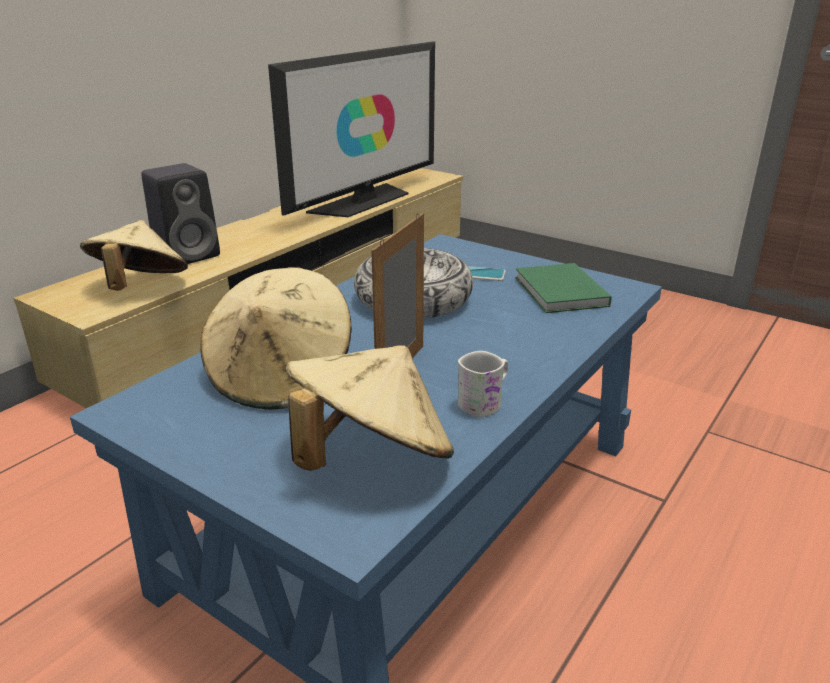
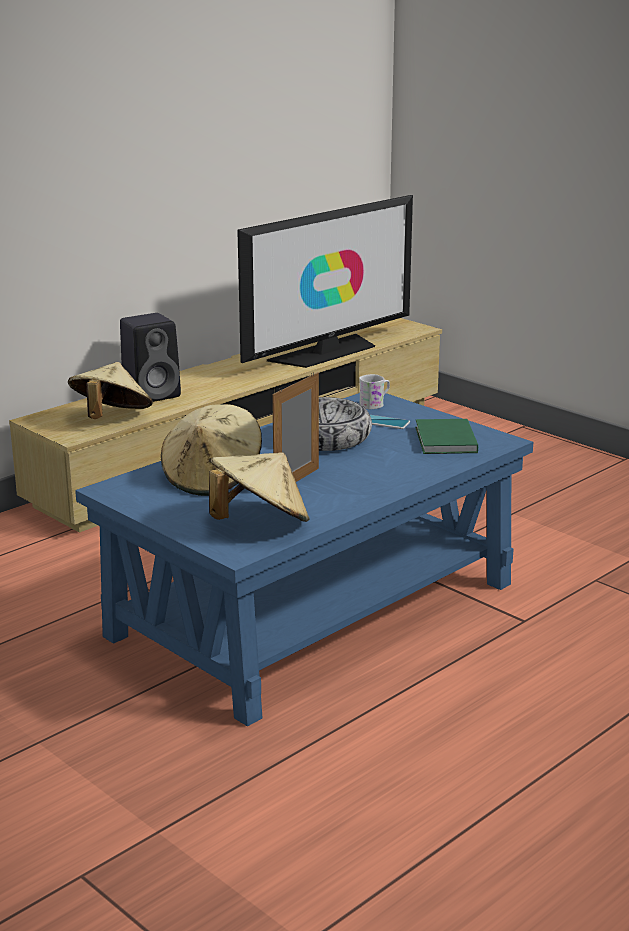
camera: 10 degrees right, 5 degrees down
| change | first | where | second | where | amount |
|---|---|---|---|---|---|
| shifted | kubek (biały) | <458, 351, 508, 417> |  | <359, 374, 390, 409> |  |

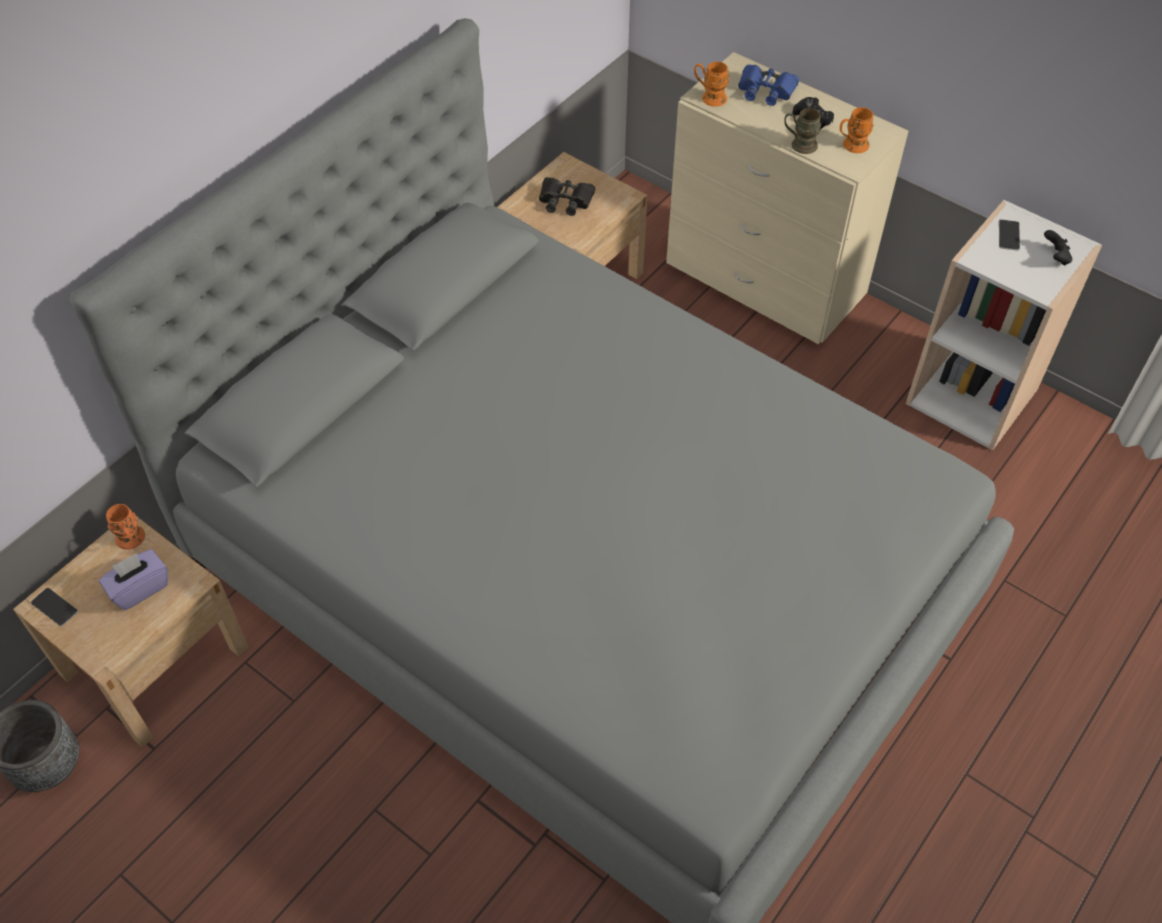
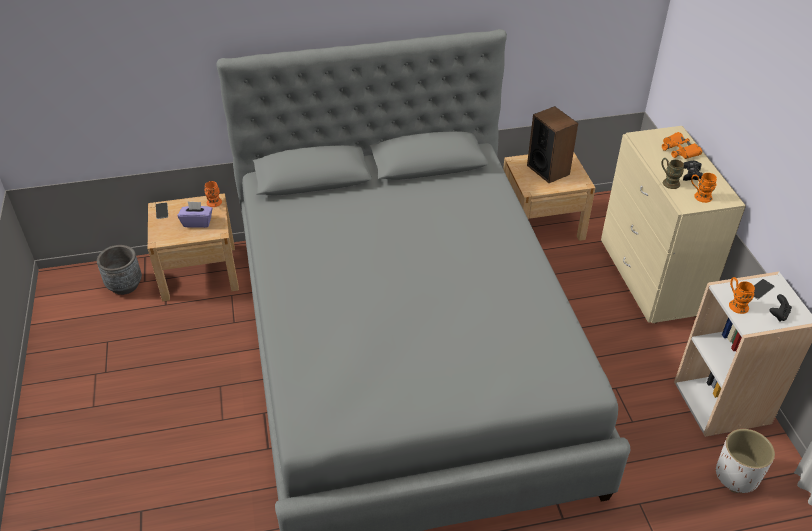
camera: 40 degrees right, 10 degrees down
| change | first | where | second | where | amount |
|---|---|---|---|---|---|
| shifted | kubek (pomarańczowy) | <694, 62, 729, 107> |  | <729, 277, 755, 314> |  |
| repainted | lornetka (niebieski) | <738, 65, 799, 106> | lornetka (pomarańczowy) | <662, 132, 702, 159> |  |
| swapped | lornetka (czarny) | <539, 177, 595, 216> | głośnik | <527, 106, 578, 183> |  |
| new |  |  | donica (biały) | <716, 429, 775, 493> |  |

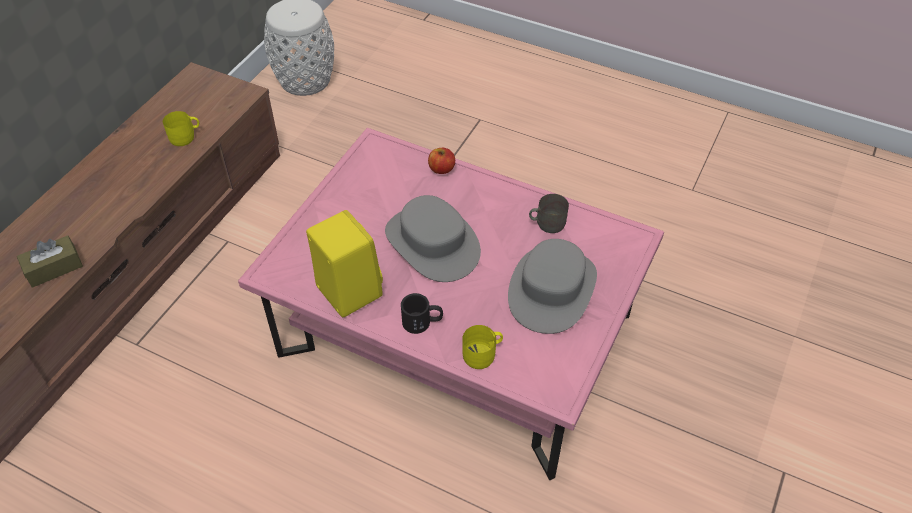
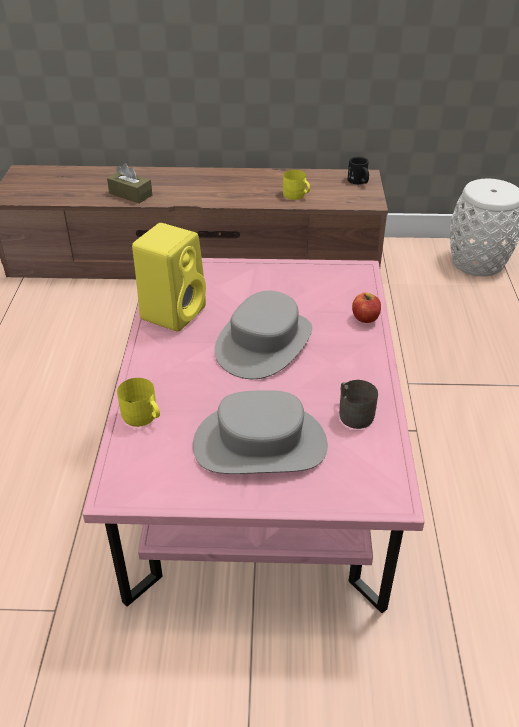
camera: 65 degrees right, 10 degrees down
| change | first | where | second | where | amount |
|---|---|---|---|---|---|
| shifted | kubek (czarny) | <401, 293, 443, 334> |  | <348, 157, 369, 184> |  |

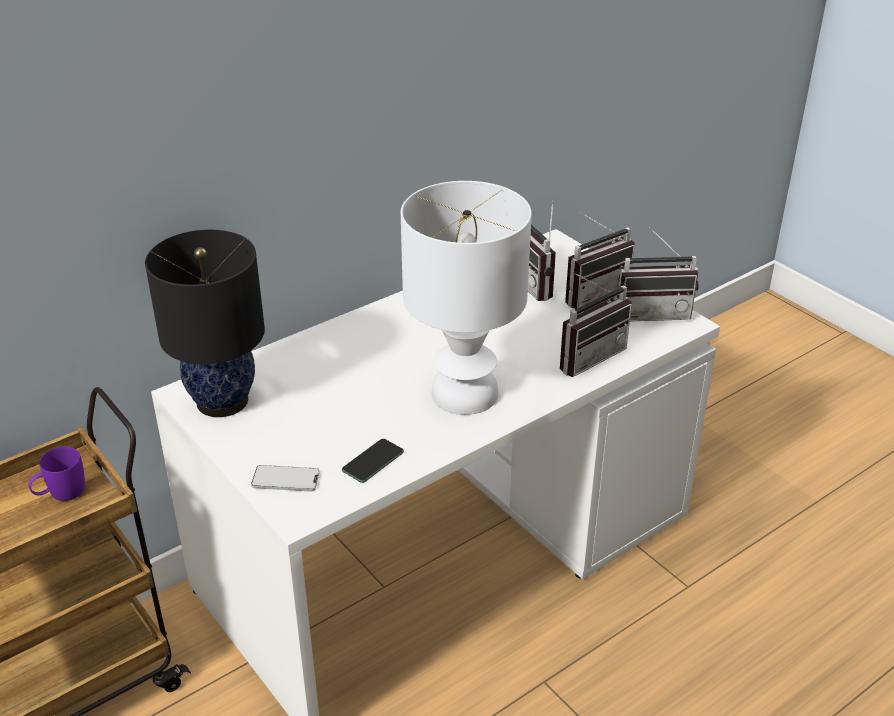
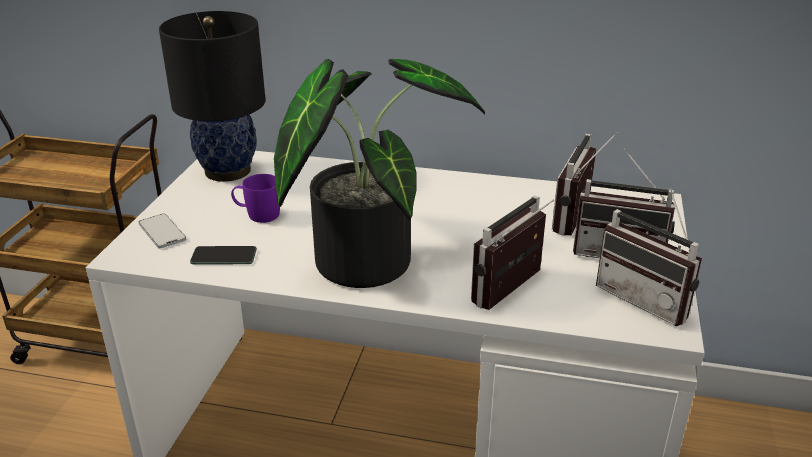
camera: 50 degrees right, 5 degrees down
| change | first | where | second | where | amount |
|---|---|---|---|---|---|
| swapped | lampa stołowa (biały) | <401, 181, 532, 415> | roślina doniczkowa | <274, 59, 485, 288> |  |
| rotated | radio | <560, 272, 632, 377> |  | <471, 195, 554, 310> | 120 degrees clockwise |
| shifted | kubek (fioletowy) | <29, 447, 85, 501> |  | <231, 174, 280, 223> |  |

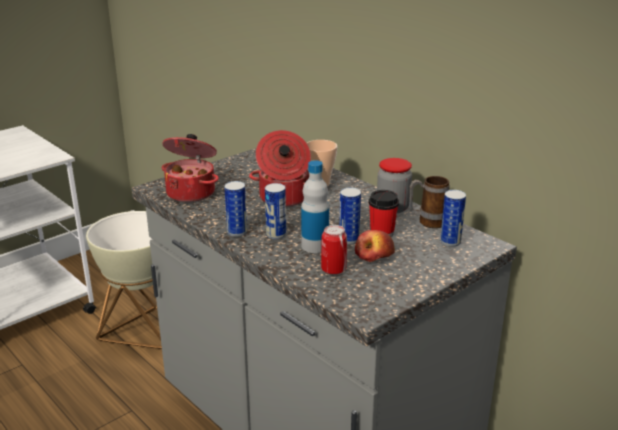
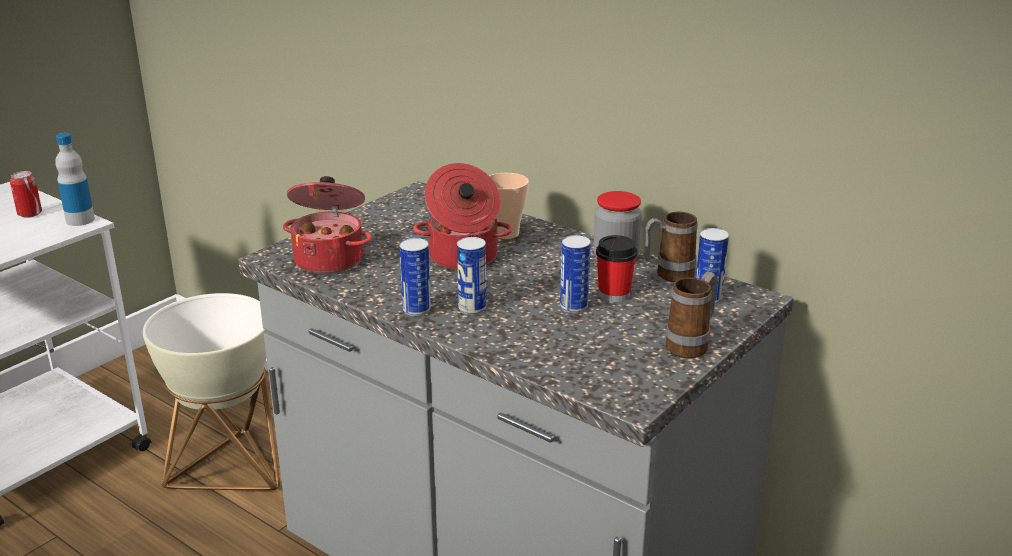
camera: 10 degrees left, 0 degrees up
| change | first | where | second | where | amount |
|---|---|---|---|---|---|
| shifted | butelka | <301, 160, 329, 253> |  | <55, 133, 95, 226> |  |
| shifted | puszka | <321, 225, 347, 275> |  | <10, 171, 42, 218> |  |
| gone | jabłko | <355, 230, 395, 262> |  |  |  |
| new |  |  | kubek | <666, 272, 717, 358> |  |

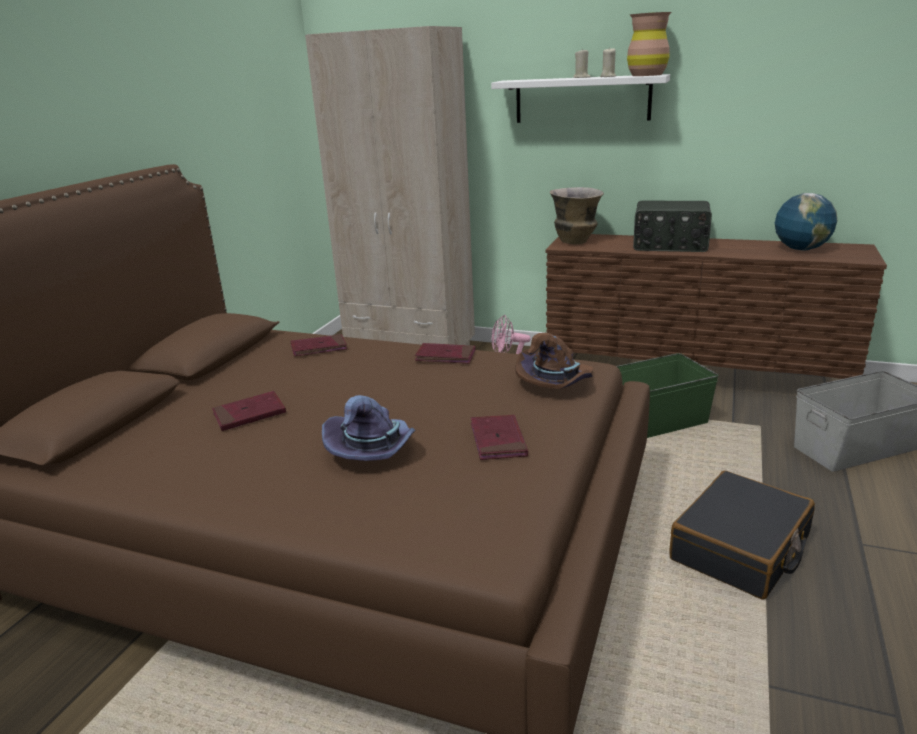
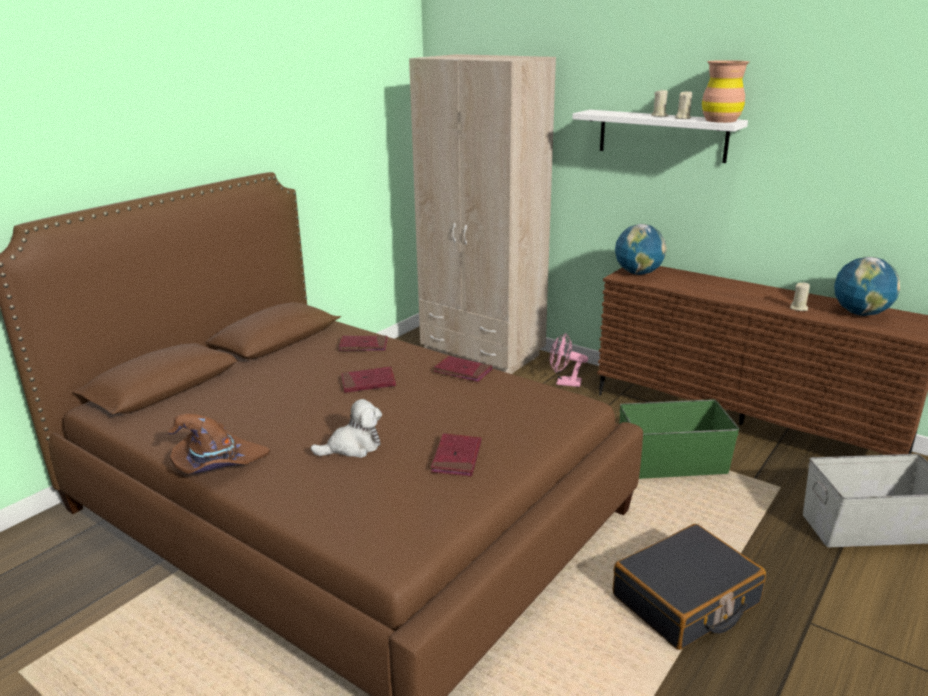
camera: 15 degrees right, 0 degrees up
| change | first | where | second | where | amount |
|---|---|---|---|---|---|
| swapped | wazon | <550, 187, 604, 244> | globus | <615, 224, 667, 275> |  |
| gone | radio | <633, 201, 712, 252> |  |  |  |
| shifted | kapelusz (brązowy) | <515, 333, 593, 389> |  | <168, 414, 270, 474> |  |
| shifted | książka (czerwony) | <212, 391, 286, 431> |  | <341, 367, 396, 393> |  |
| swapped | kapelusz (fioletowy) | <322, 395, 415, 461> | pluszak | <310, 399, 382, 458> |  |
| new |  |  | świeca (beżowy) | <790, 282, 810, 311> |  |

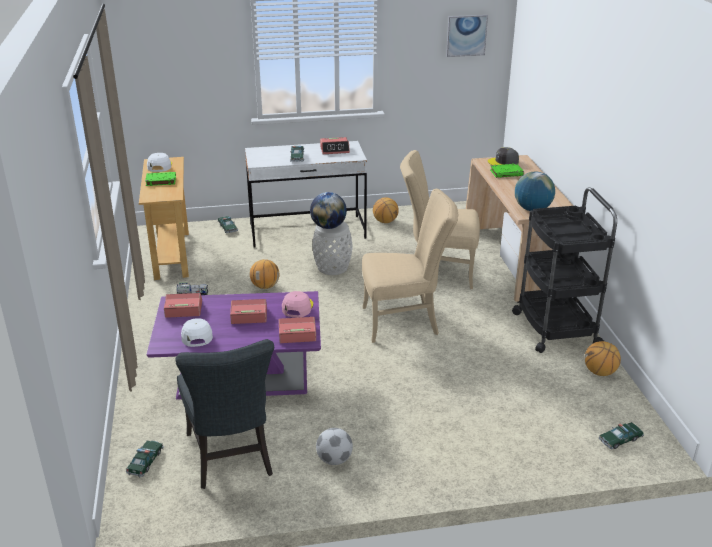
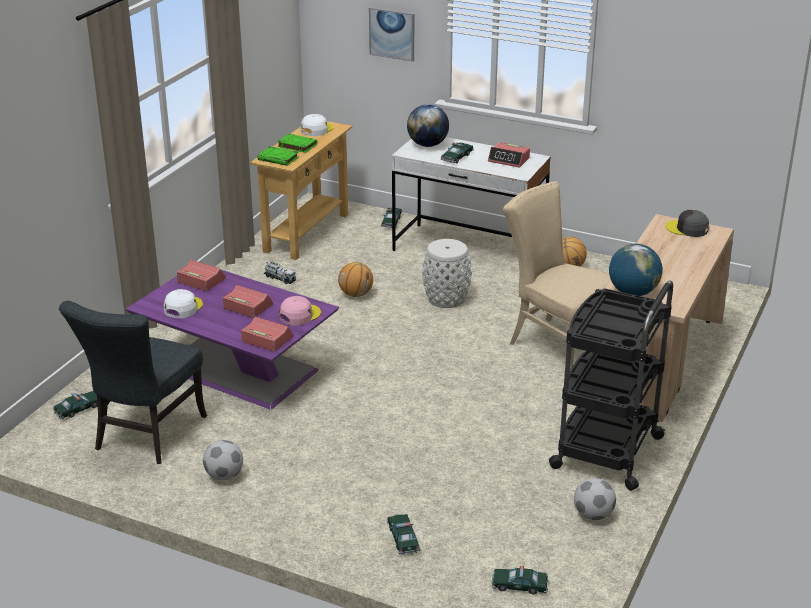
camera: 35 degrees right, 0 degrees up
| change | first | where | second | where | amount |
|---|---|---|---|---|---|
| shifted | obraz | <446, 15, 488, 57> |  | <369, 7, 414, 62> |  |
| shifted | książka (zielony) | <490, 164, 524, 178> |  | <258, 146, 298, 166> |  |
| gone | krzesło (beżowy) | <362, 189, 458, 343> |  |  |  |
| shifted | globus | <310, 192, 347, 229> |  | <407, 104, 449, 147> |  |
| swapped | piłka do koszykówki | <585, 341, 621, 376> | piłka futbolowa | <574, 478, 616, 520> |  |
| new |  |  | samochodzik | <386, 514, 421, 555> |  |

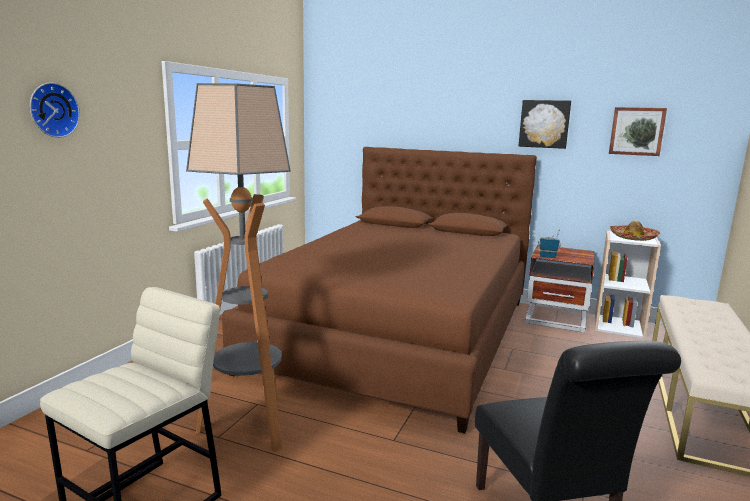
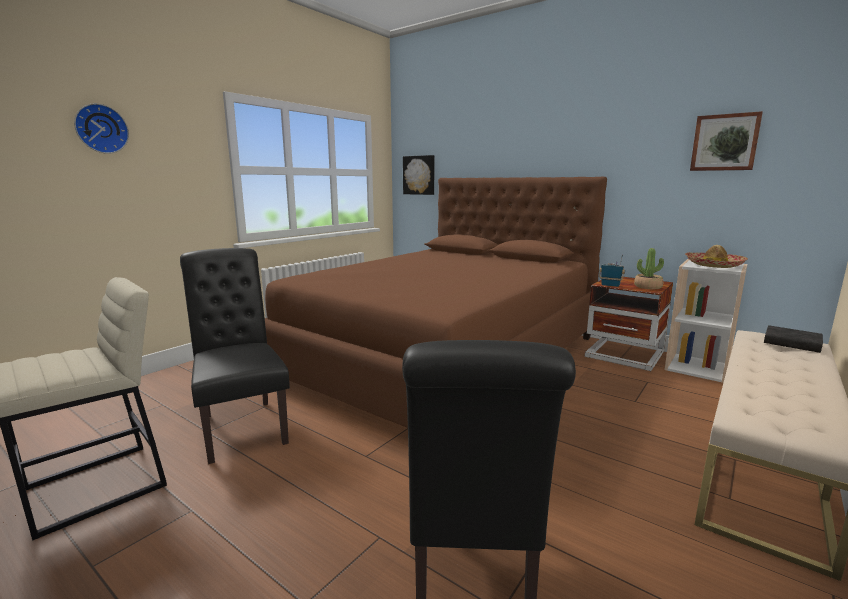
camera: 15 degrees right, 0 degrees up
| change | first | where | second | where | amount |
|---|---|---|---|---|---|
| swapped | lampa stojąca | <186, 83, 291, 452> | krzesło (czarny) | <180, 248, 290, 464> |  |
| shifted | obraz | <519, 100, 571, 149> |  | <403, 155, 434, 195> |  |
| new |  |  | roślina doniczkowa | <634, 248, 664, 289> |  |
| new |  |  | książka (czarny) | <764, 325, 823, 353> |  |

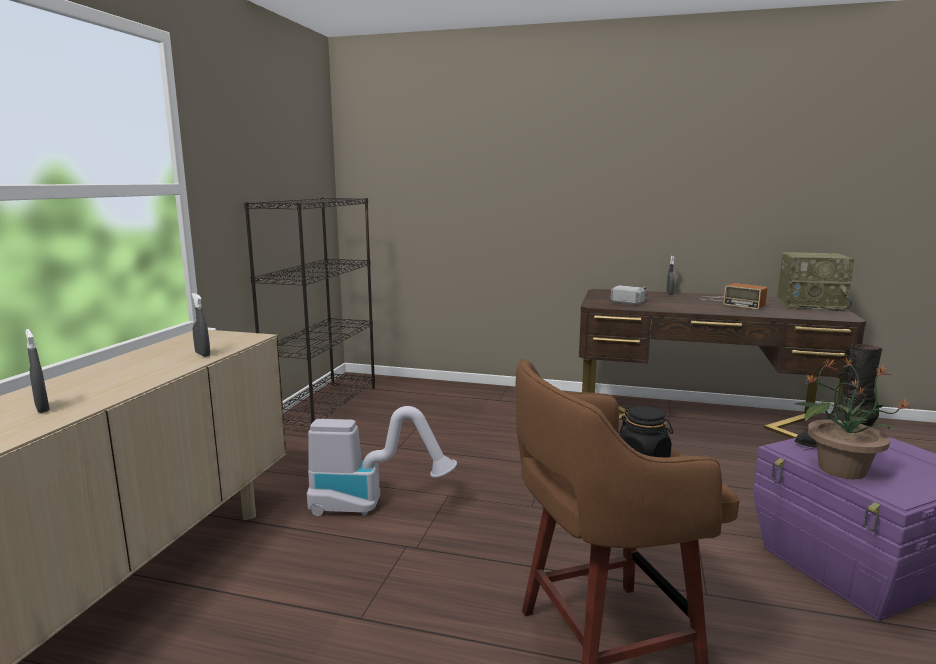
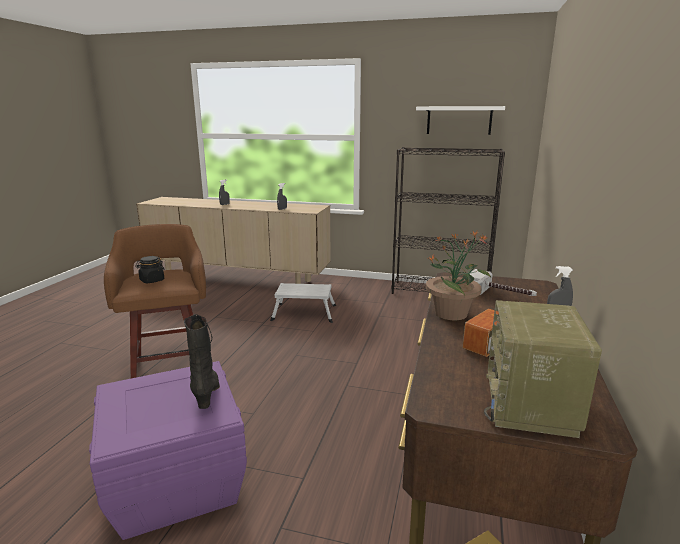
camera: 90 degrees right, 5 degrees up
| change | first | where | second | where | amount |
|---|---|---|---|---|---|
| shifted | roślina doniczkowa | <793, 357, 913, 479> |  | <426, 231, 491, 320> |  |
| swapped | odkurzacz | <307, 406, 457, 516> | drabinka (biały) | <270, 283, 336, 323> |  |
| new |  |  | półka (biały) | <416, 106, 505, 135> |  |

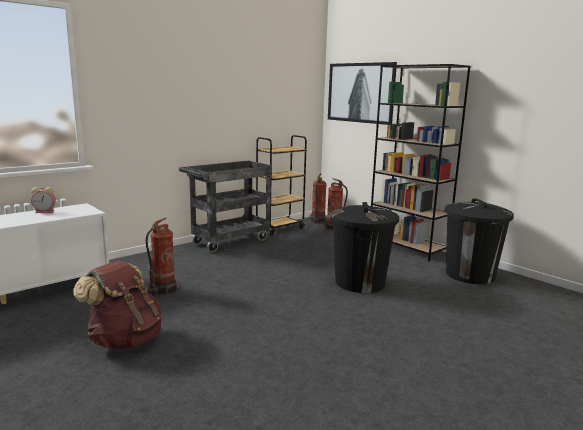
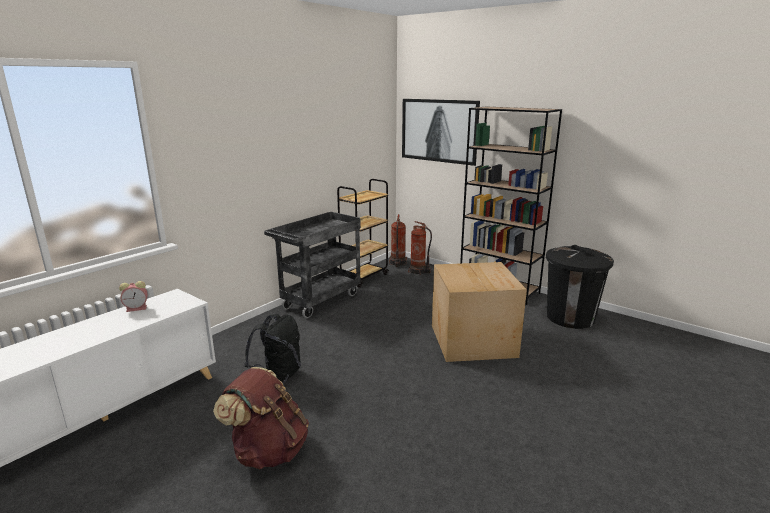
camera: 10 degrees left, 5 degrees up
| change | first | where | second | where | amount |
|---|---|---|---|---|---|
| swapped | kosz na śmieci (czarny) | <330, 202, 399, 293> | karton | <432, 262, 527, 362> |  |
| swapped | gaśnica | <146, 218, 181, 296> | plecak (czarny) | <244, 314, 301, 384> |  |

